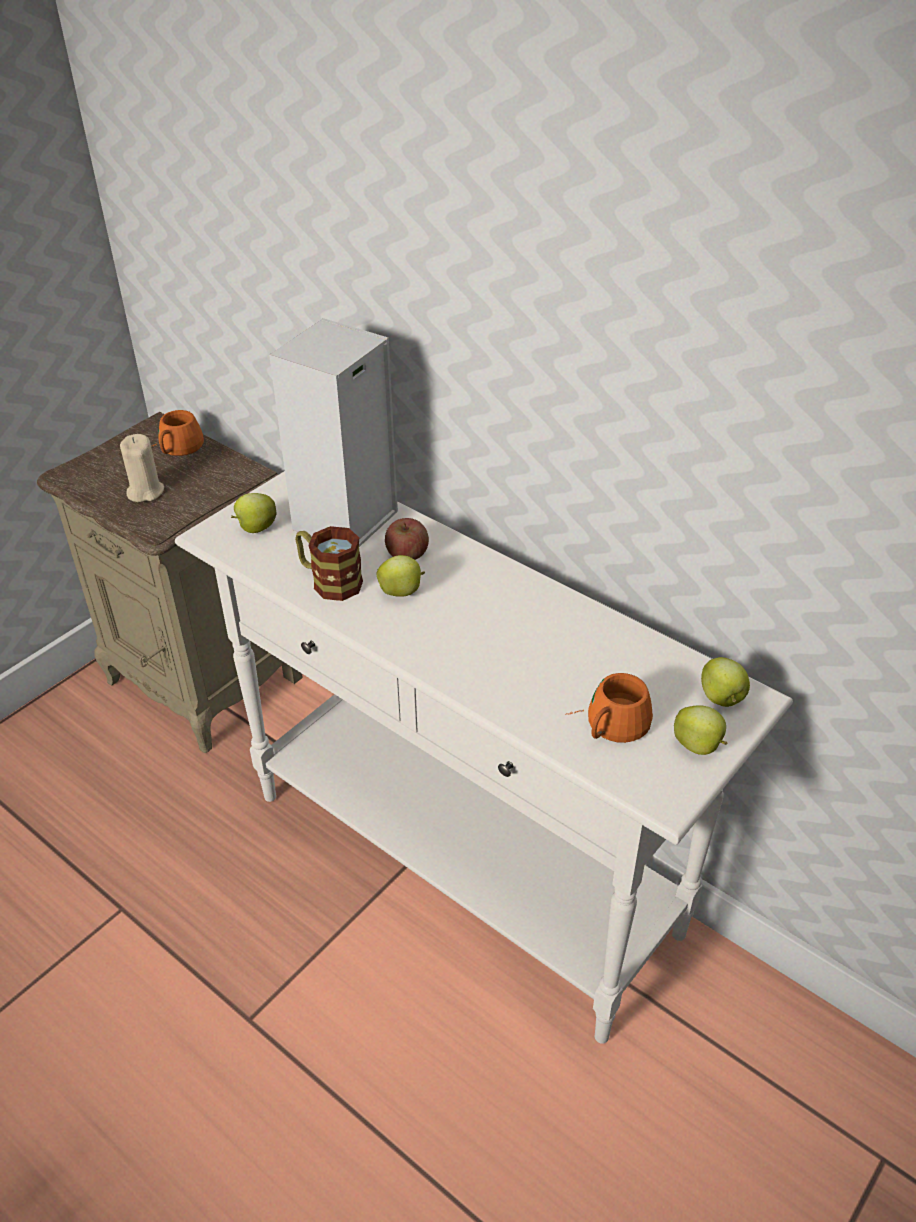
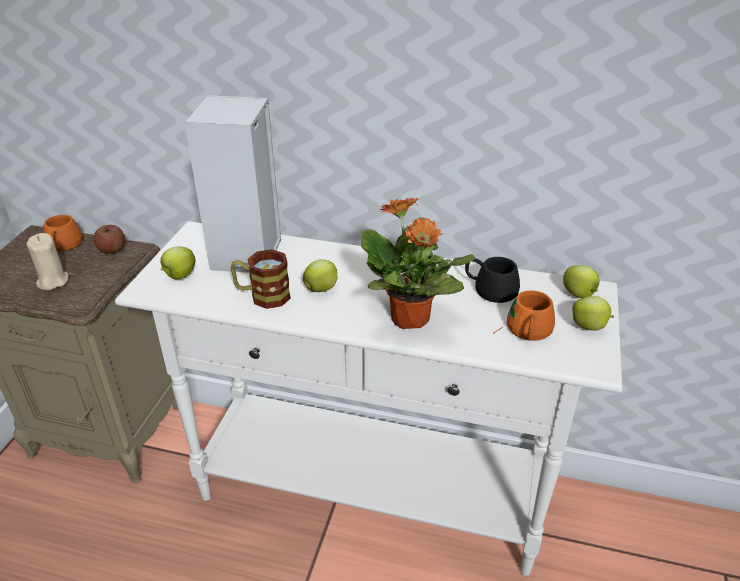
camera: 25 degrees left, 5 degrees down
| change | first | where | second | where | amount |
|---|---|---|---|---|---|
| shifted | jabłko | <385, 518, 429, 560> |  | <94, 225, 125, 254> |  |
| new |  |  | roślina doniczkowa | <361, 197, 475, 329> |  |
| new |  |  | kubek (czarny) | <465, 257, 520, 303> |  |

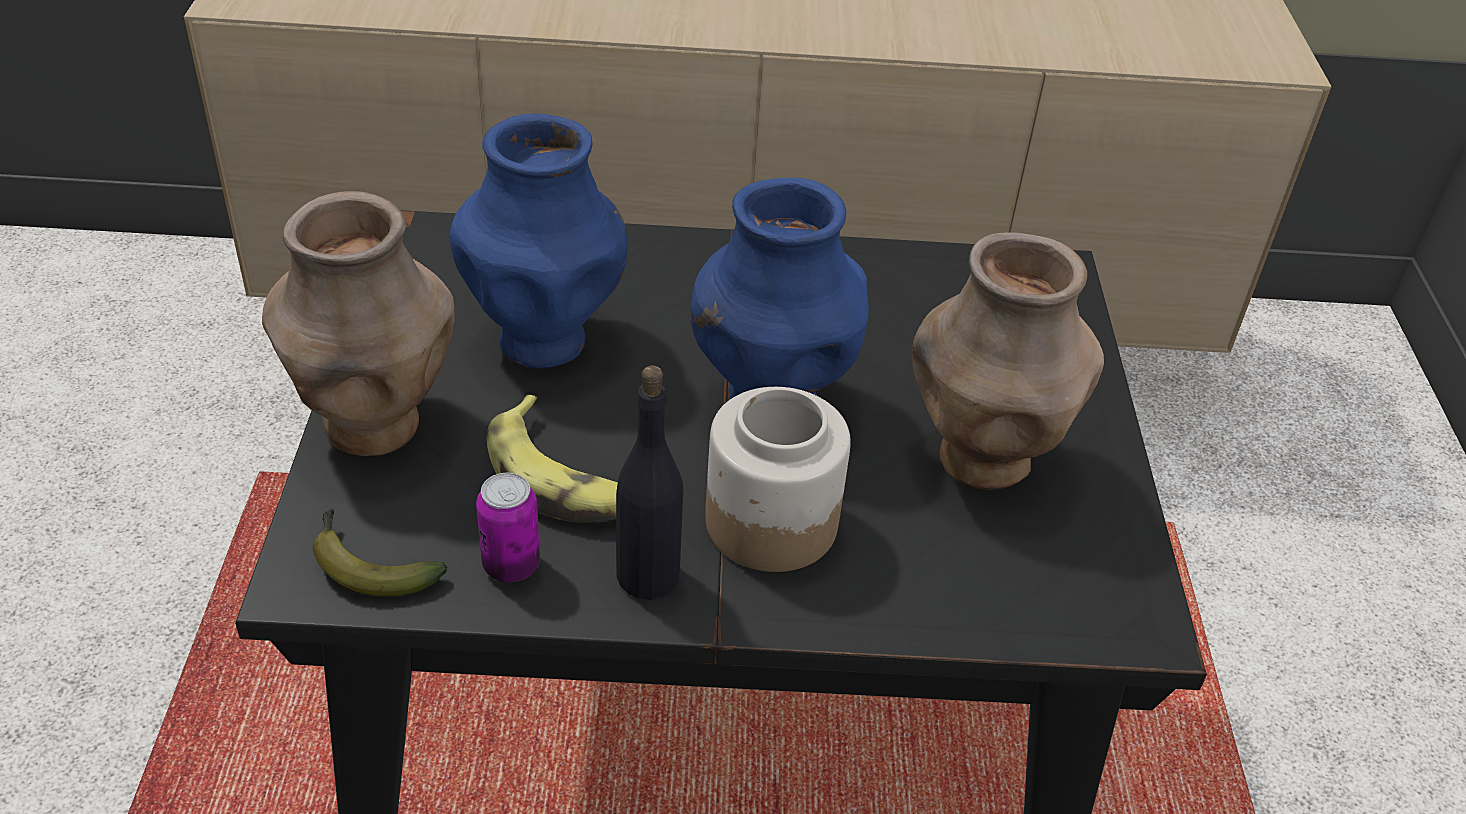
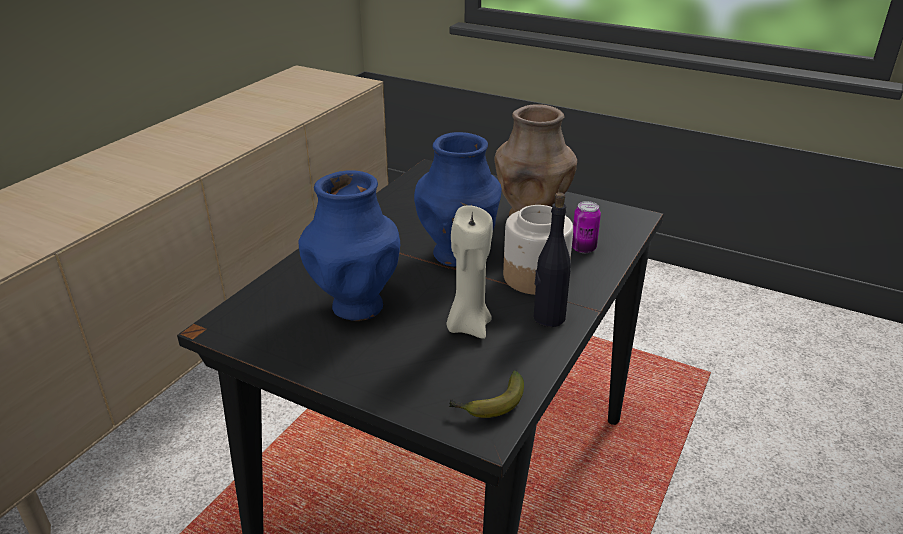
camera: 60 degrees left, 10 degrees down
| change | first | where | second | where | amount |
|---|---|---|---|---|---|
| gone | wazon (brązowy) | <262, 191, 455, 456> |  |  |  |
| swapped | banan | <487, 395, 618, 523> | świeca (beżowy) | <446, 205, 493, 339> |  |
| shifted | puszka | <476, 473, 540, 582> |  | <572, 201, 601, 253> |  |

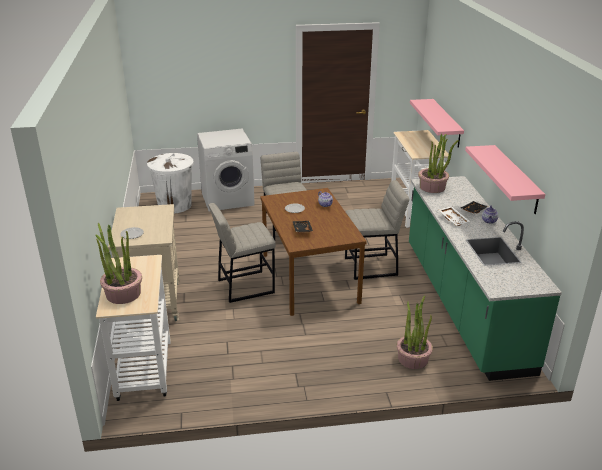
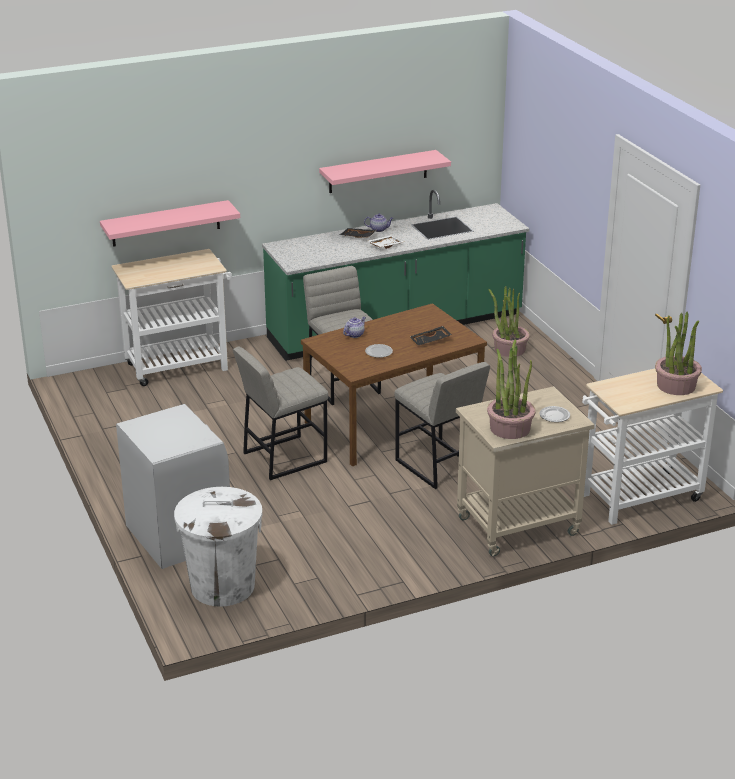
camera: 105 degrees left, 0 degrees up
| change | first | where | second | where | amount |
|---|---|---|---|---|---|
| shifted | roślina doniczkowa | <418, 134, 459, 193> |  | <487, 339, 536, 439> |  |

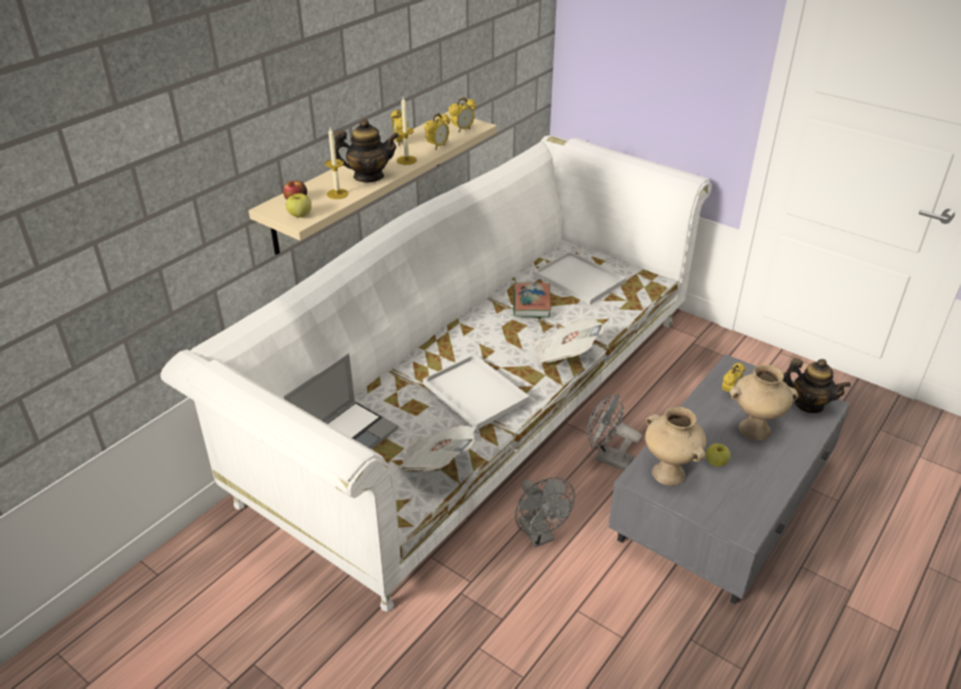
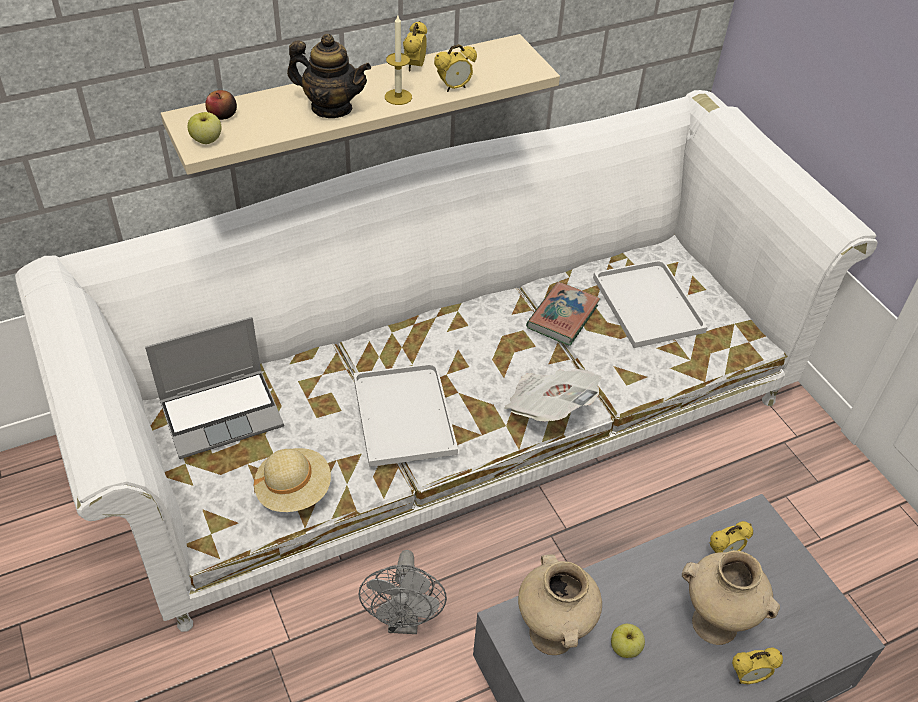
camera: 25 degrees right, 10 degrees up
| change | first | where | second | where | amount |
|---|---|---|---|---|---|
| shifted | budzik | <448, 97, 476, 132> |  | <732, 647, 783, 684> |  |
| gone | świeca | <325, 128, 348, 199> |  |  |  |
| gone | imbryk | <783, 358, 851, 413> |  |  |  |
| gone | wentylator (szary) | <587, 394, 642, 470> |  |  |  |
| swapped | gazeta | <399, 425, 476, 471> | kapelusz (beżowy) | <254, 448, 331, 512> |  |

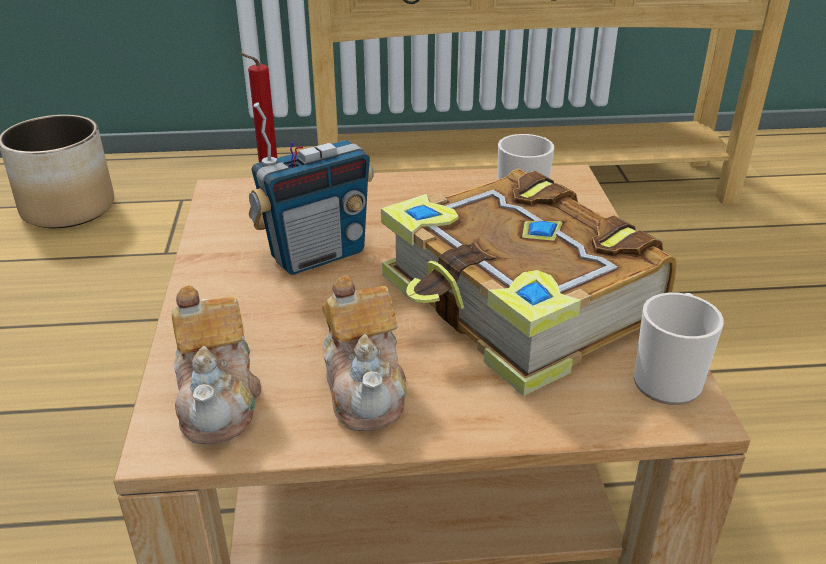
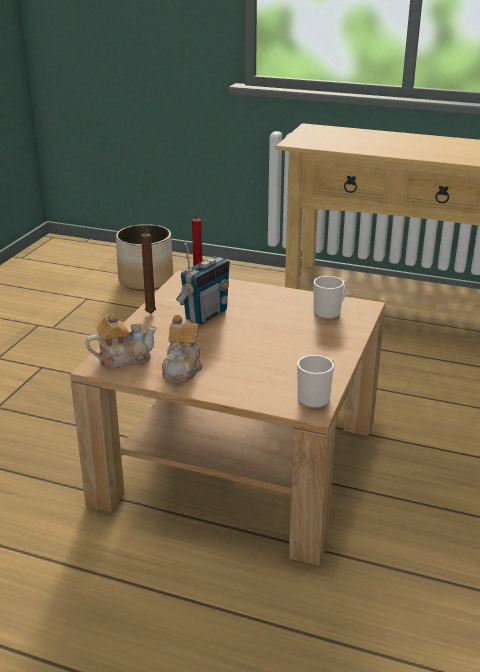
camera: 25 degrees right, 5 degrees down
| change | first | where | second | where | amount |
|---|---|---|---|---|---|
| rotated | radio | <249, 103, 374, 275> |  | <176, 243, 230, 325> | 45 degrees counterclockwise |
| gone | książka | <381, 169, 677, 396> |  |  |  |
| rotated | imbryk | <172, 285, 261, 444> |  | <85, 313, 158, 368> | 120 degrees counterclockwise |
| new |  |  | świeca (brązowy) | <141, 229, 156, 313> |  |

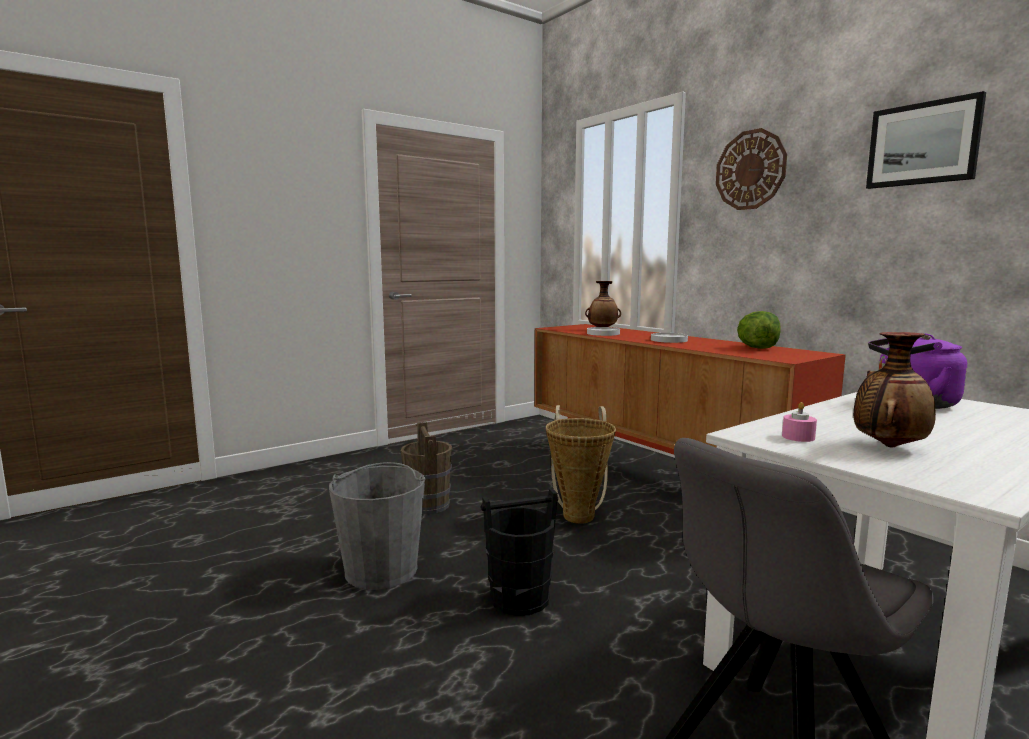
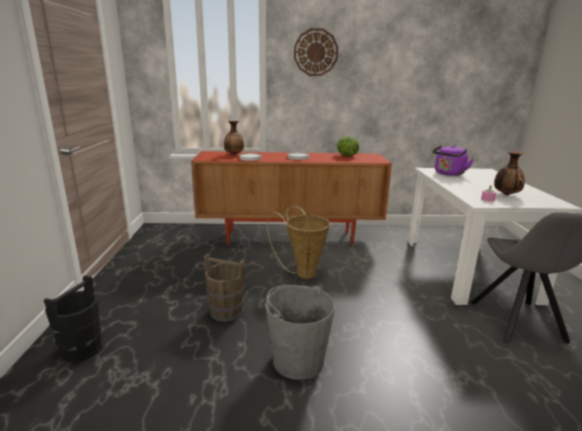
camera: 55 degrees left, 10 degrees up
| change | first | where | second | where | amount |
|---|---|---|---|---|---|
| gone | obraz | <866, 91, 986, 189> |  |  |  |
| shifted | wiadro (czarny) | <481, 488, 558, 616> |  | <44, 275, 103, 362> |  |

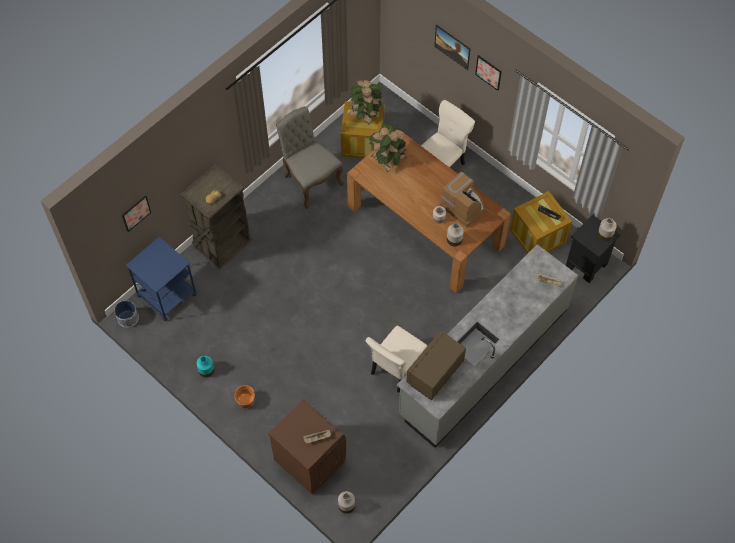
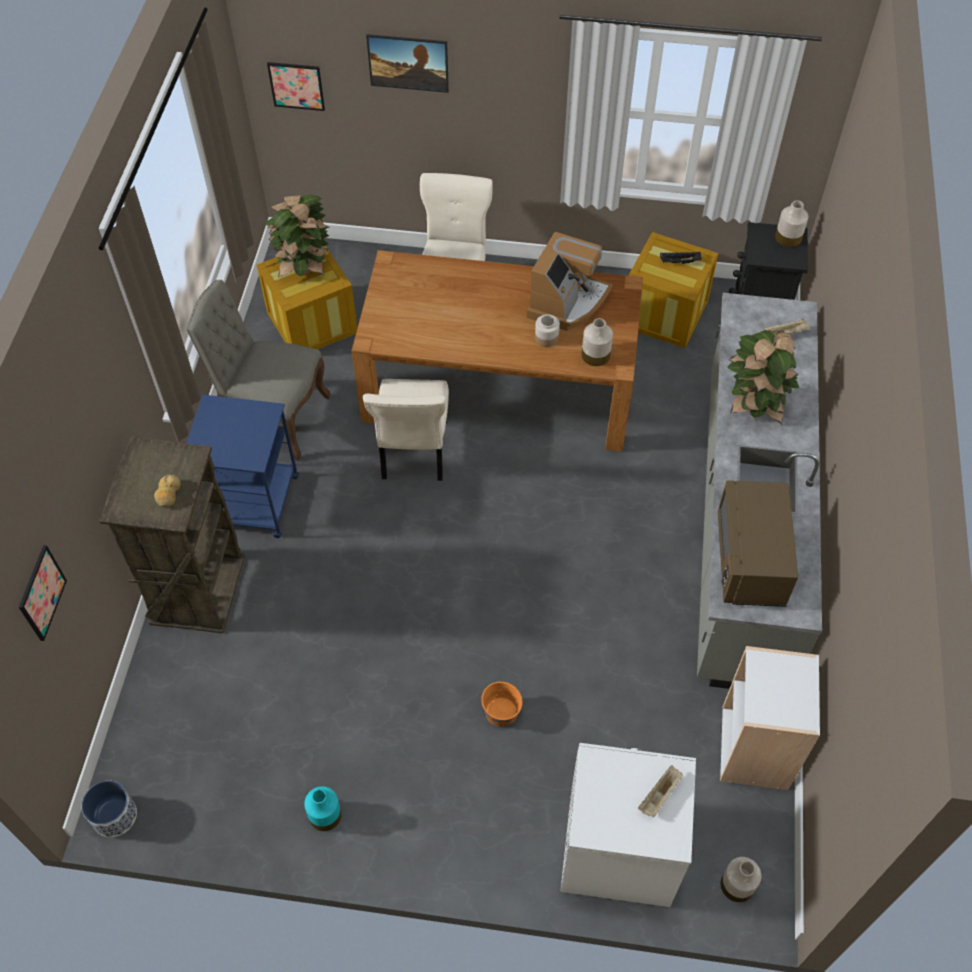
camera: 35 degrees left, 5 degrees down
| change | first | where | second | where | amount |
|---|---|---|---|---|---|
| shifted | obraz | <475, 55, 502, 91> |  | <267, 62, 325, 111> |  |
| shifted | roślina doniczkowa | <369, 123, 407, 172> |  | <727, 330, 799, 424> |  |
| rotated | ekspres do kawy | <440, 172, 485, 227> |  | <527, 232, 613, 331> | 105 degrees clockwise |
| shifted | wózek (niebieski) | <126, 237, 197, 321> |  | <186, 395, 299, 538> |  |
| shifted | krzesło (beżowy) | <366, 326, 427, 393> |  | <363, 379, 449, 481> |  |
| shifted | wiadro (pomarańczowy) | <234, 385, 255, 408> |  | <481, 682, 522, 727> |  |
| repainted | pralka (brązowy) | <268, 399, 346, 495> | pralka (biały) | <561, 743, 696, 907> |  |
| new |  |  | regał (biały) | <720, 646, 820, 790> |  |

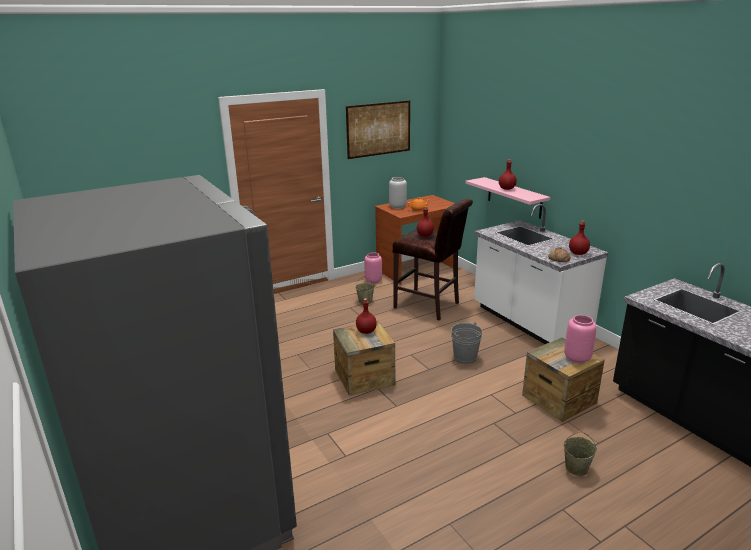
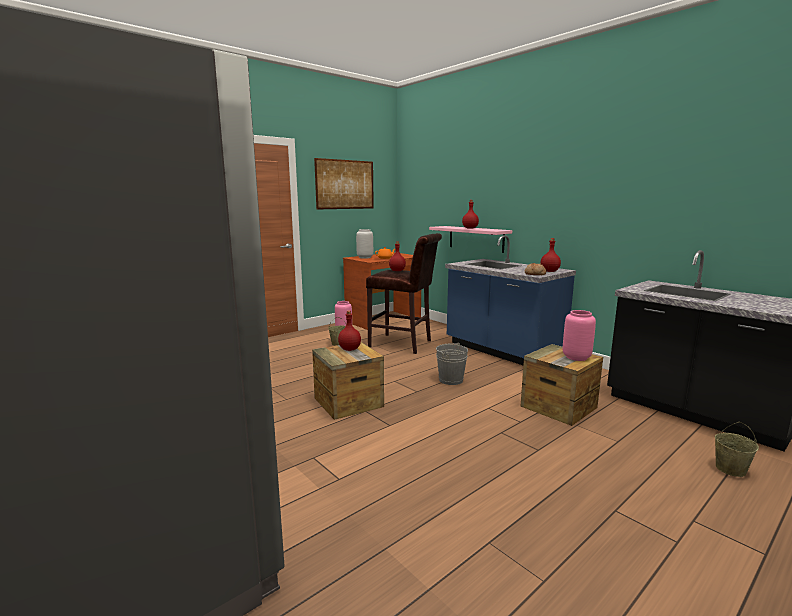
camera: 10 degrees left, 10 degrees down
| change | first | where | second | where | amount |
|---|---|---|---|---|---|
| repainted | zabudowa kuchenna (biały) | <474, 204, 609, 344> | zabudowa kuchenna (niebieski) | <445, 235, 576, 365> |  |
| shifted | wiadro (beżowy) | <564, 432, 597, 476> |  | <715, 422, 759, 477> |  |

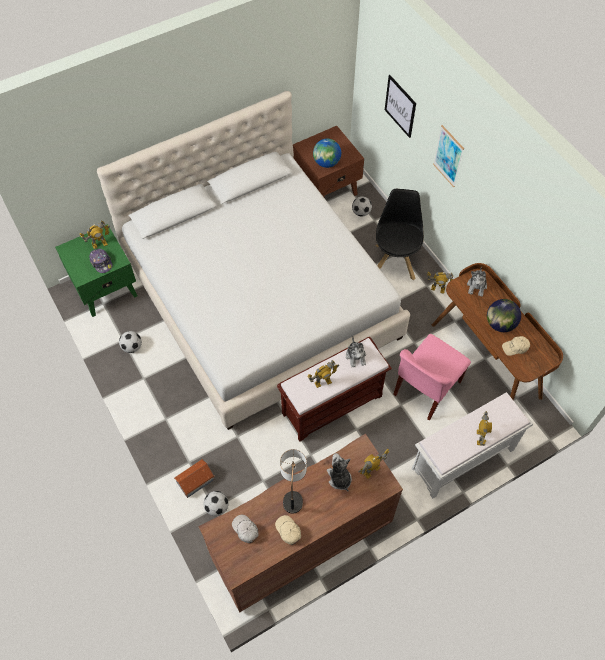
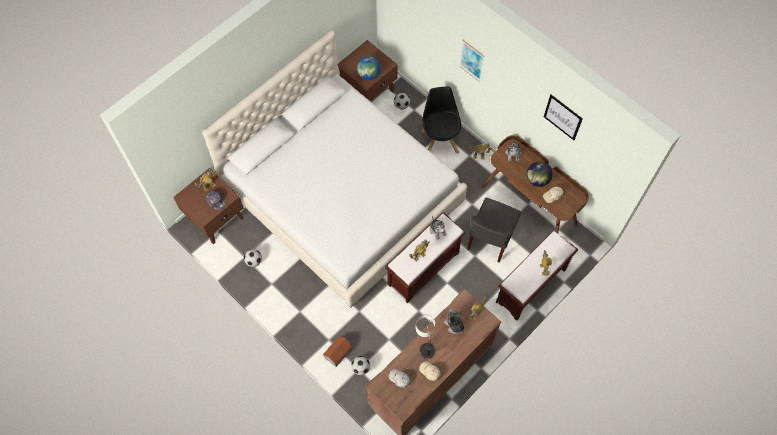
camera: 15 degrees left, 5 degrees up
| change | first | where | second | where | amount |
|---|---|---|---|---|---|
| shifted | obraz | <385, 75, 416, 138> |  | <544, 95, 583, 140> |  |
| repainted | szafka nocna (zielony) | <55, 224, 138, 317> | szafka nocna (brązowy) | <174, 168, 244, 244> |  |
| repainted | krzesło (różowy) | <393, 334, 471, 421> | krzesło (szary) | <467, 198, 521, 263> |  |
| repainted | ławka (biały) | <412, 392, 533, 499> | ławka (brązowy) | <496, 230, 578, 321> |  |

